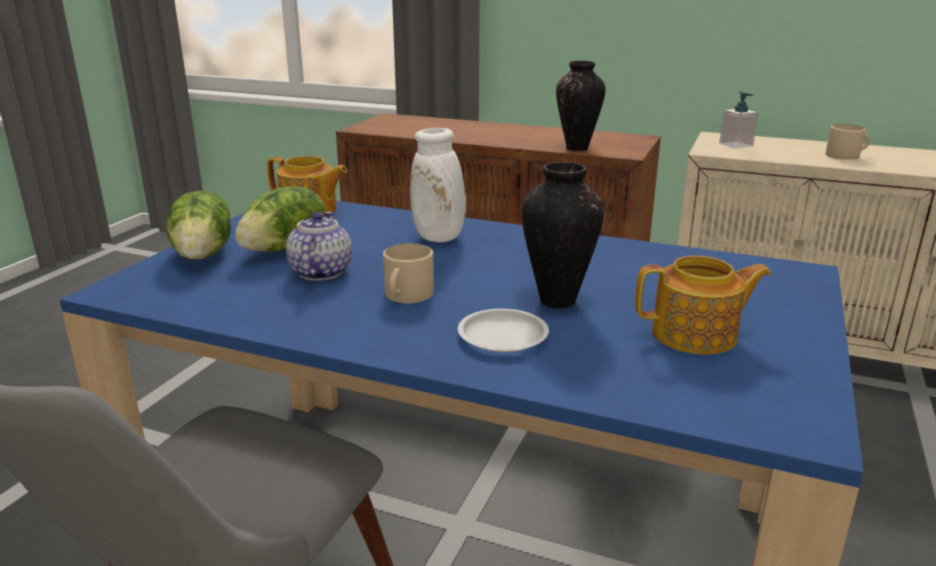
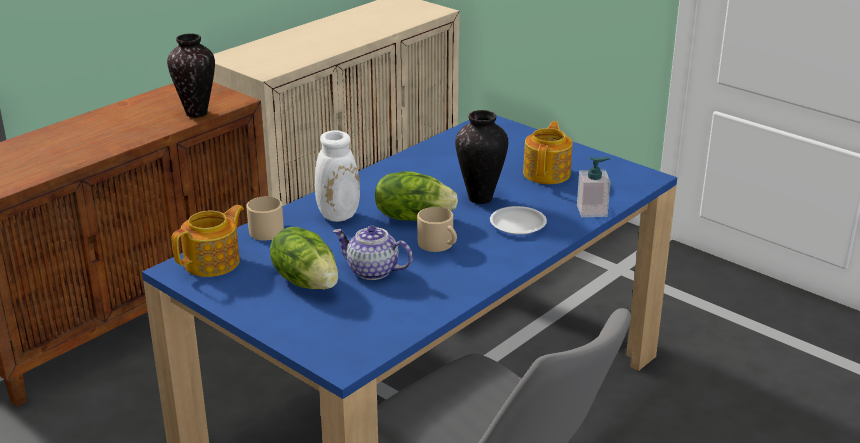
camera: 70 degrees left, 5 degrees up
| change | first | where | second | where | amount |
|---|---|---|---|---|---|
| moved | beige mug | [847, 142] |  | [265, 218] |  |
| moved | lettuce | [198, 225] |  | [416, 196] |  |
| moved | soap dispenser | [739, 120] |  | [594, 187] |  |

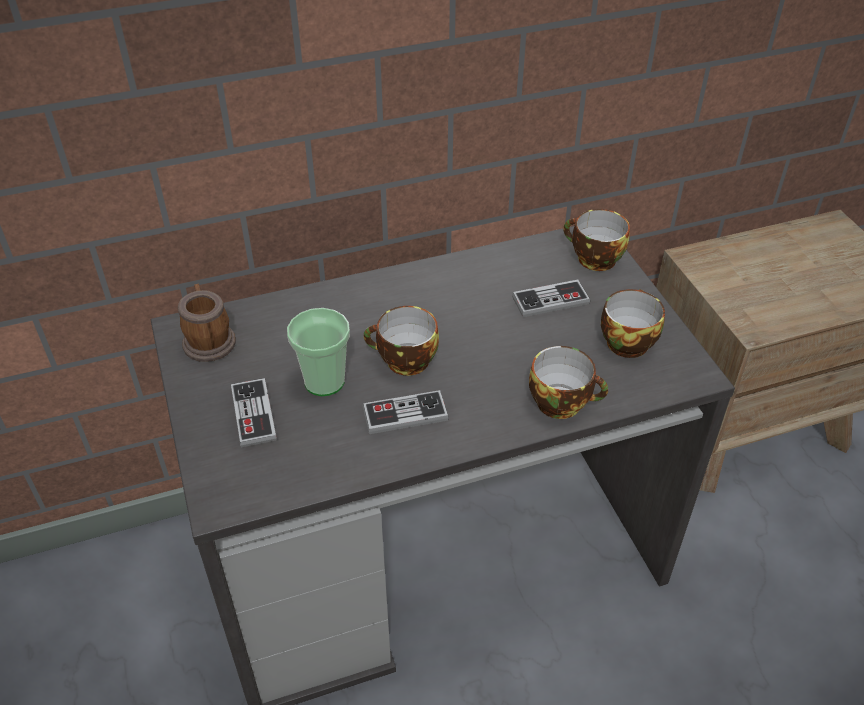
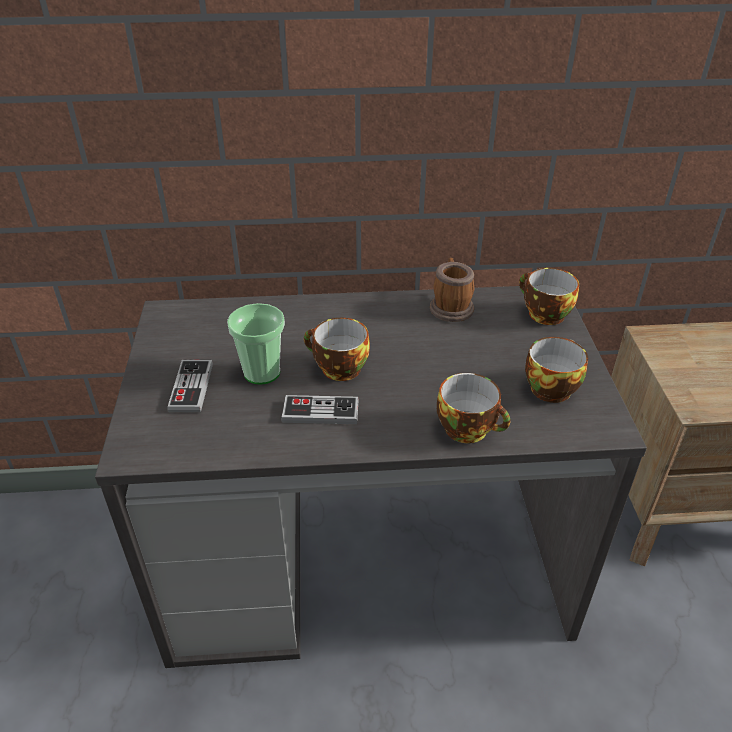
camera: 15 degrees right, 5 degrees down
| change | first | where | second | where | amount |
|---|---|---|---|---|---|
| moved | mug | [207, 323] |  | [452, 290] |  |
| removed | game controller | [551, 298] |  |  |  |

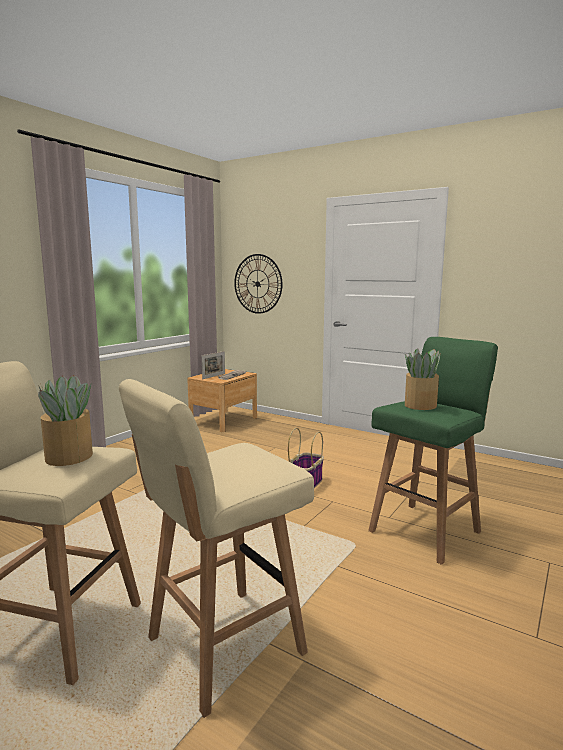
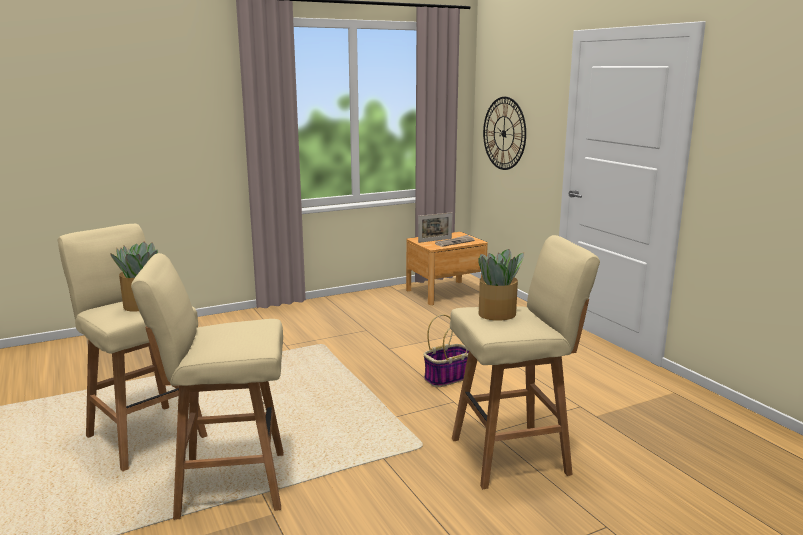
camera: 30 degrees right, 5 degrees up
| change | first | where | second | where | amount |
|---|---|---|---|---|---|
| recoloured | green stool | [433, 451] | beige stool | [525, 362] |  |

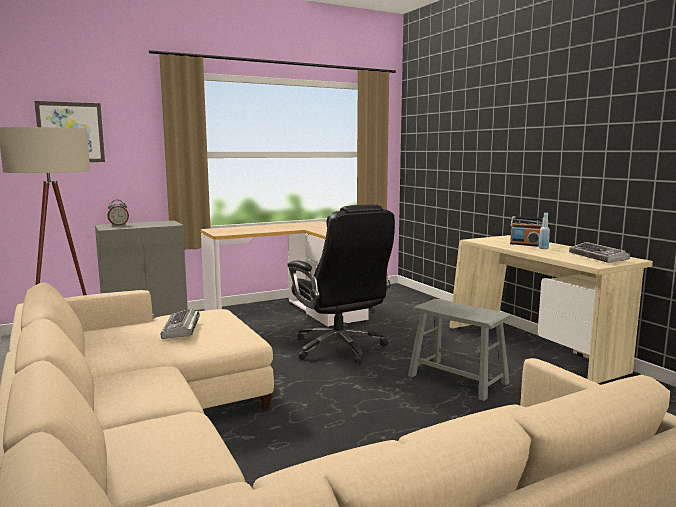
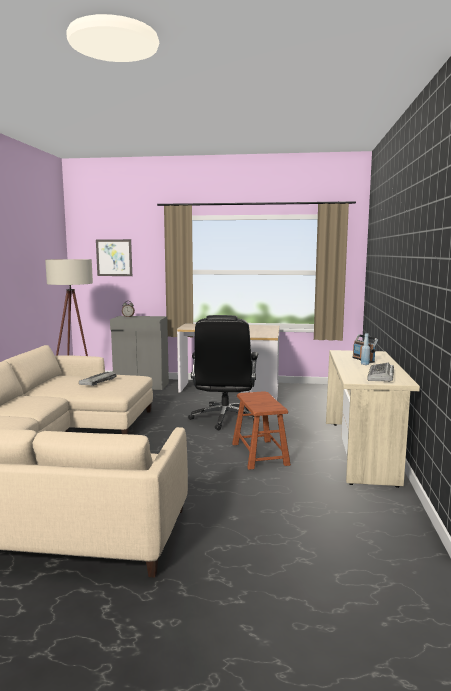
camera: 35 degrees right, 0 degrees up
| change | first | where | second | where | amount |
|---|---|---|---|---|---|
| recoloured | grey stool | [460, 350] | brown stool | [261, 430] |  |

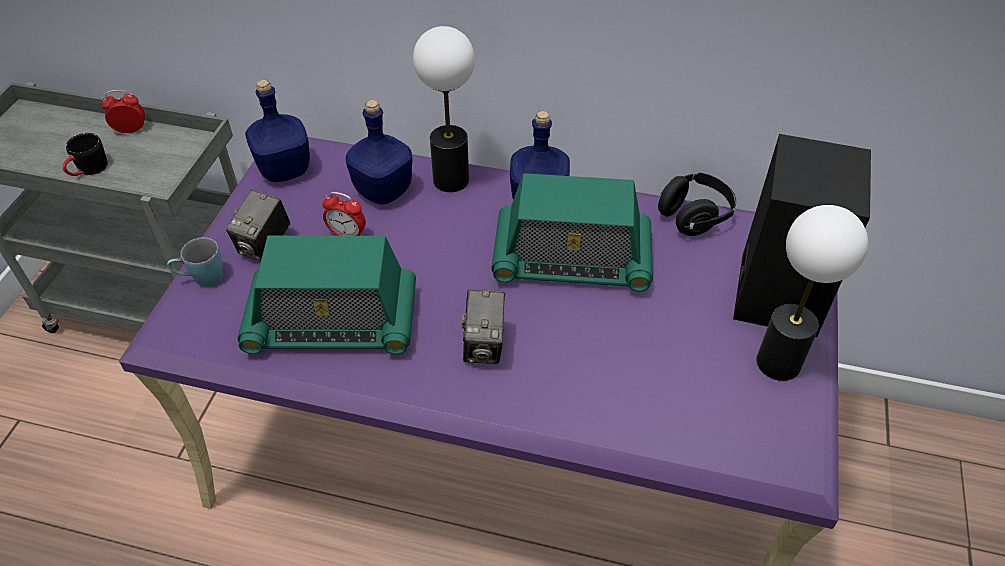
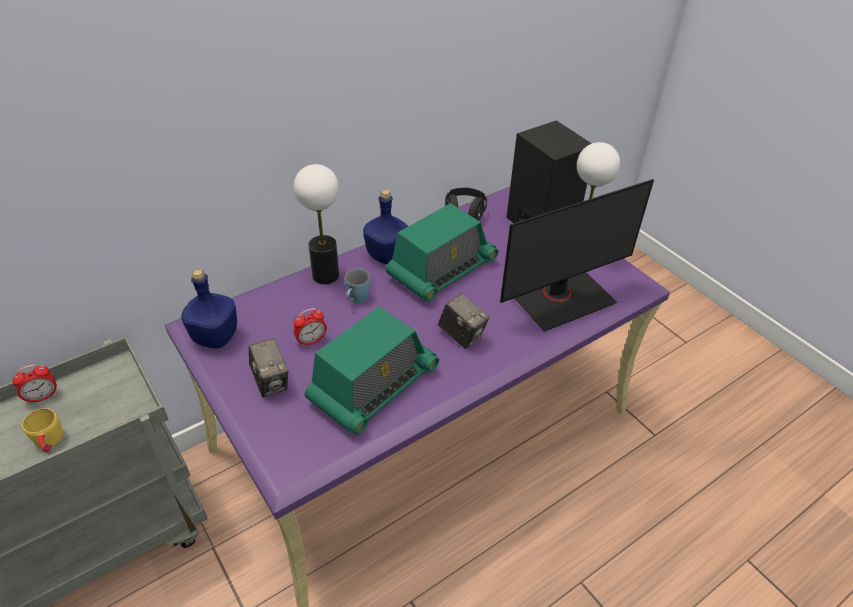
camera: 50 degrees left, 5 degrees down
| change | first | where | second | where | amount |
|---|---|---|---|---|---|
| turned | alarm clock | [123, 112] |  | [34, 384] | 150 degrees counterclockwise |
| recoloured | black mug | [85, 154] | yellow mug | [42, 430] |  |
| moved | blue mug | [195, 262] |  | [357, 286] |  |
| added |  |  | monitor | [577, 255] |  |
| removed | blue bottle | [379, 152] |  |  |  |

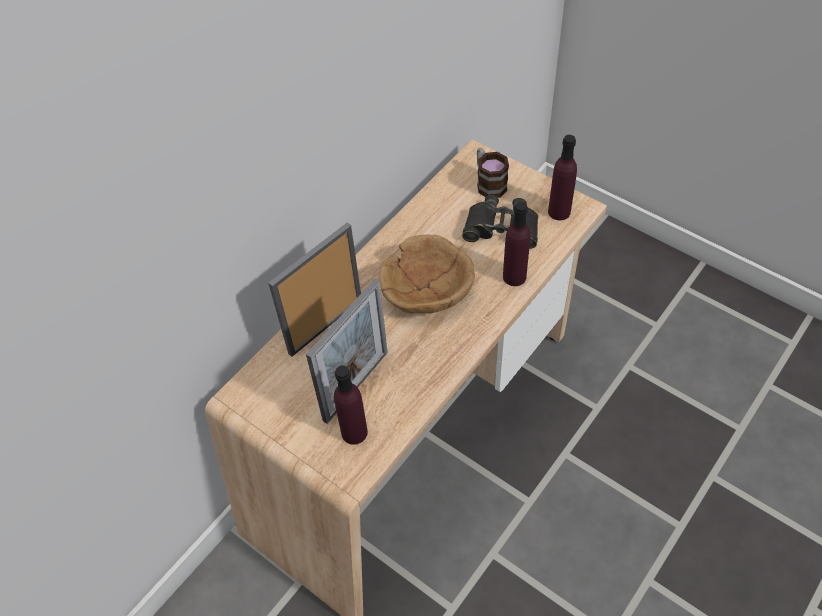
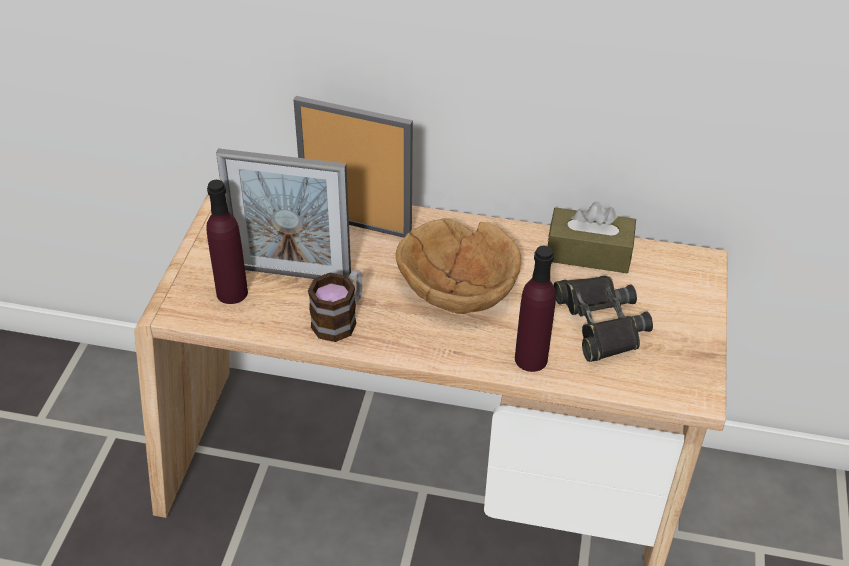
camera: 60 degrees right, 10 degrees down
| change | first | where | second | where | amount |
|---|---|---|---|---|---|
| moved | mug | [493, 173] |  | [335, 305] |  |
| added |  |  | brown tissue box | [592, 237] |  |
| removed | purple bottle | [562, 178] |  |  |  |

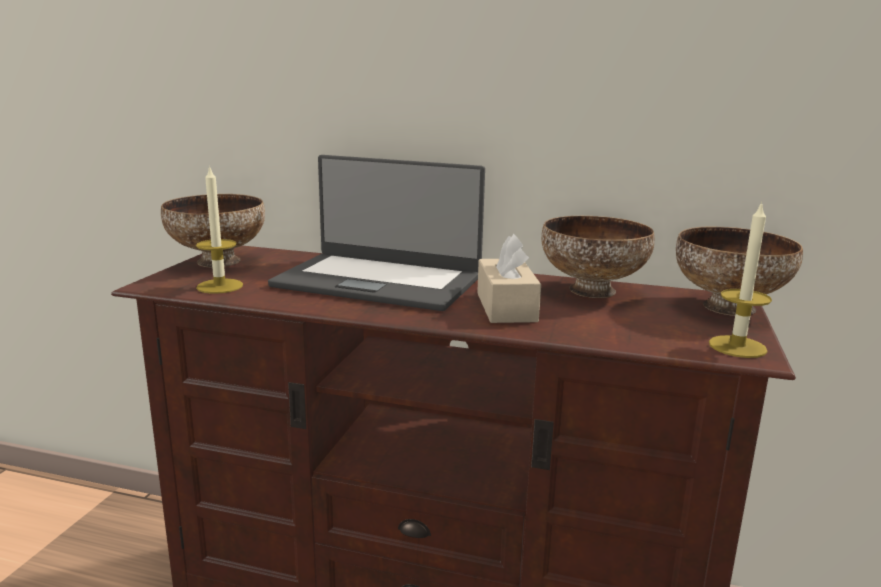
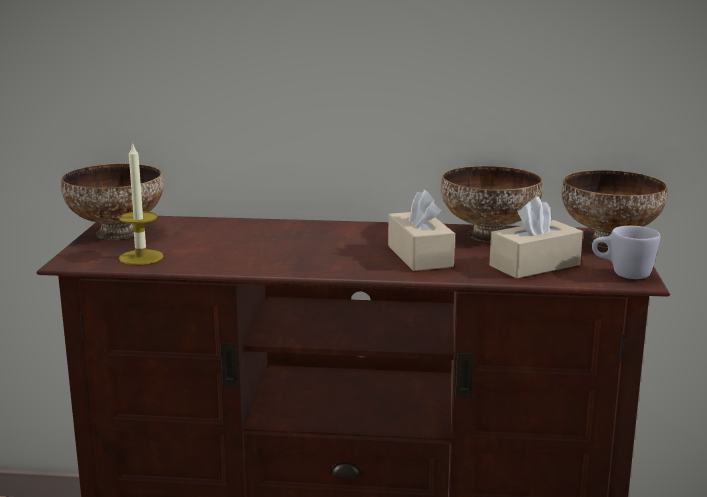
camera: 10 degrees left, 0 degrees up
| change | first | where | second | where | amount |
|---|---|---|---|---|---|
| added |  |  | beige tissue box | [536, 238] |  |
| replaced | candle | [740, 279] | white mug | [626, 252] |  |
| removed | laptop | [376, 233] |  |  |  |

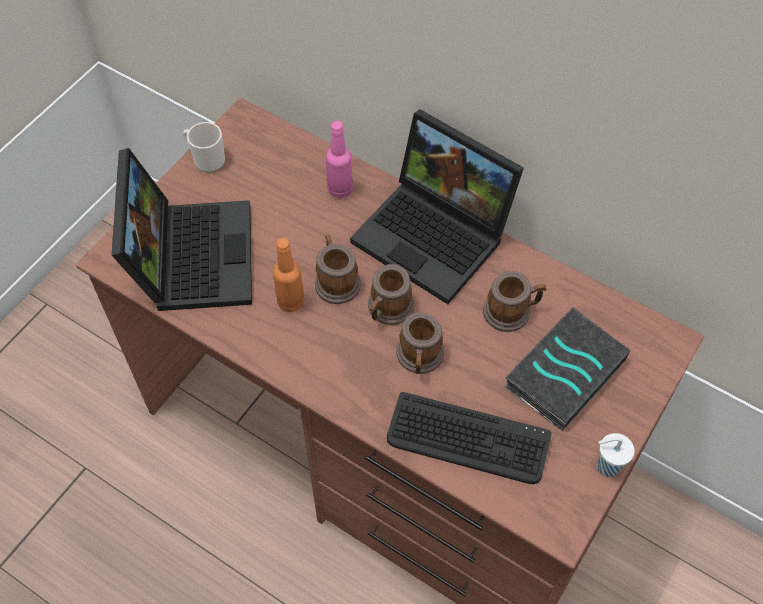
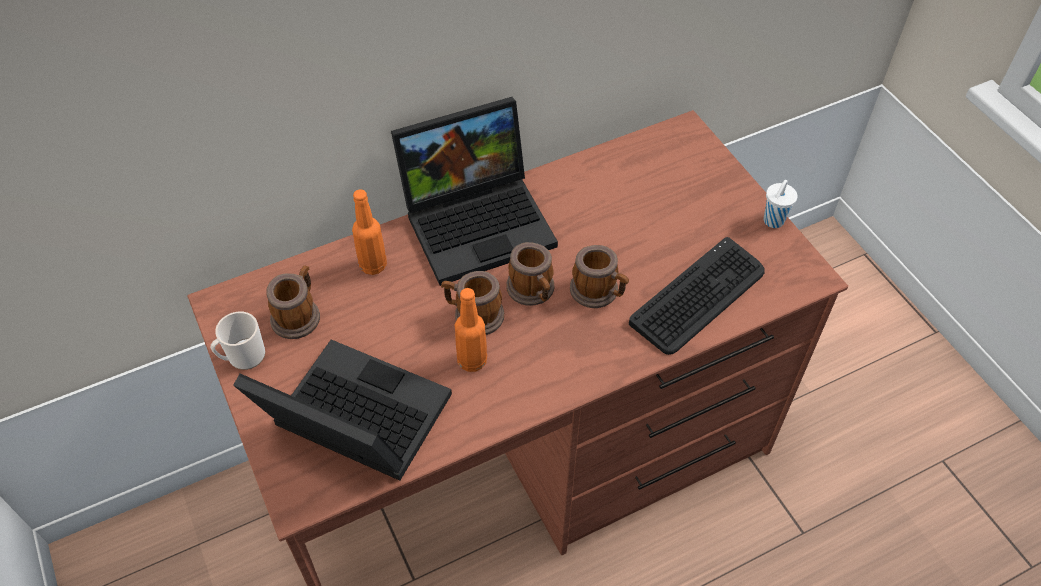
camera: 60 degrees left, 5 degrees down
| change | first | where | second | where | amount |
|---|---|---|---|---|---|
| moved | mug | [515, 301] |  | [293, 302] |  |
| recoloured | pink bottle | [339, 159] | orange bottle | [369, 232] |  |
| removed | book | [567, 369] |  |  |  |

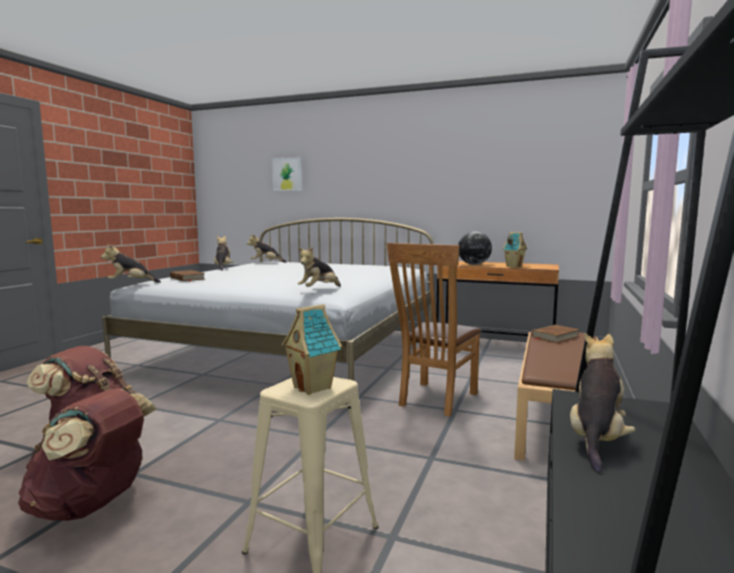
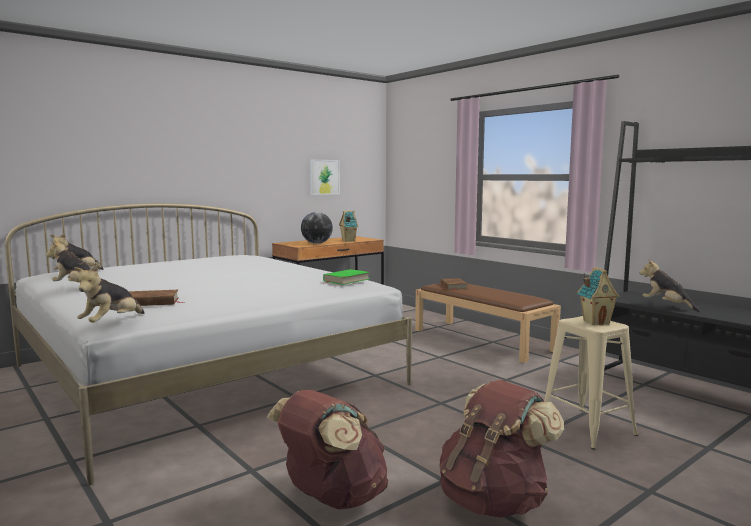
camera: 60 degrees left, 0 degrees up
| change | first | where | second | where | amount |
|---|---|---|---|---|---|
| moved | picture | [287, 174] |  | [325, 177] |  |
| replaced | plush toy | [319, 266] | green book | [346, 277] |  |
| removed | brown chair | [434, 330] |  |  |  |

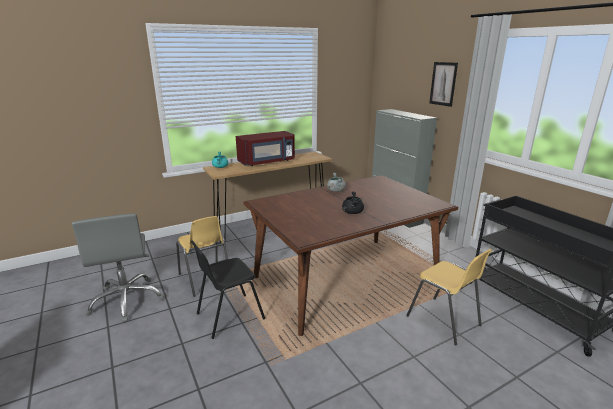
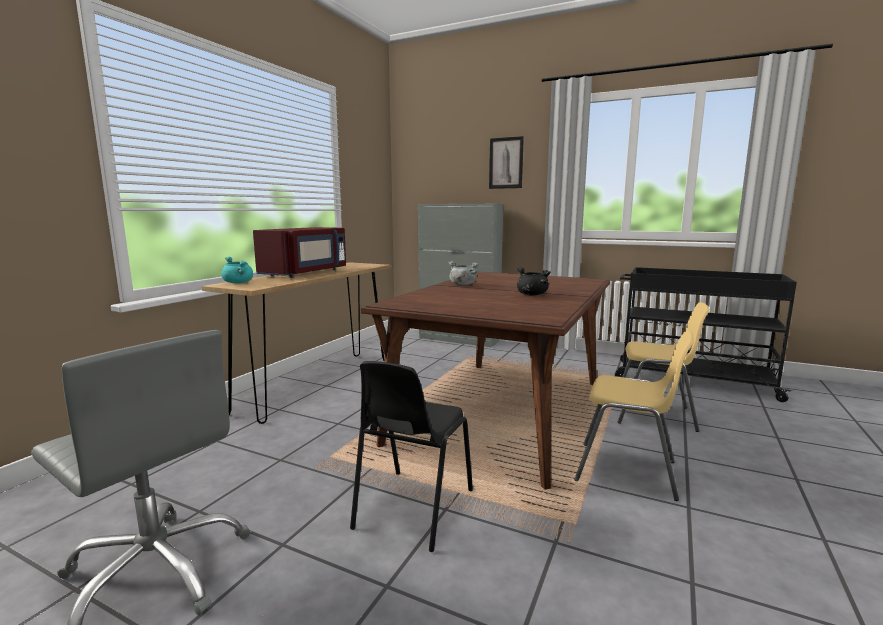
camera: 35 degrees left, 10 degrees down
| change | first | where | second | where | amount |
|---|---|---|---|---|---|
| moved | yellow chair | [202, 256] |  | [634, 415] |  |

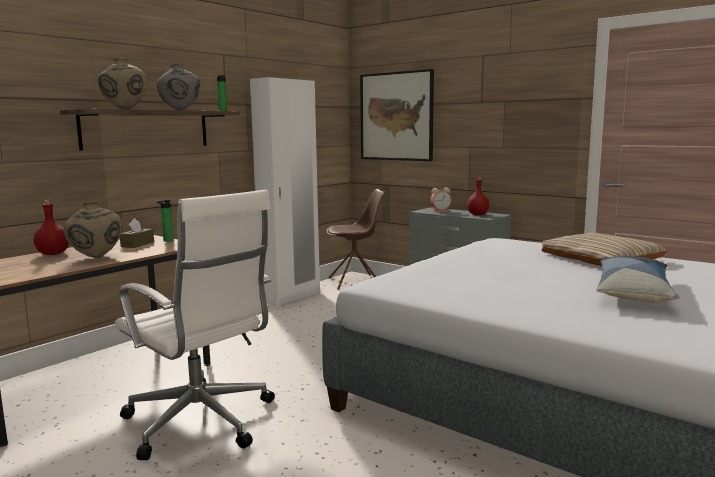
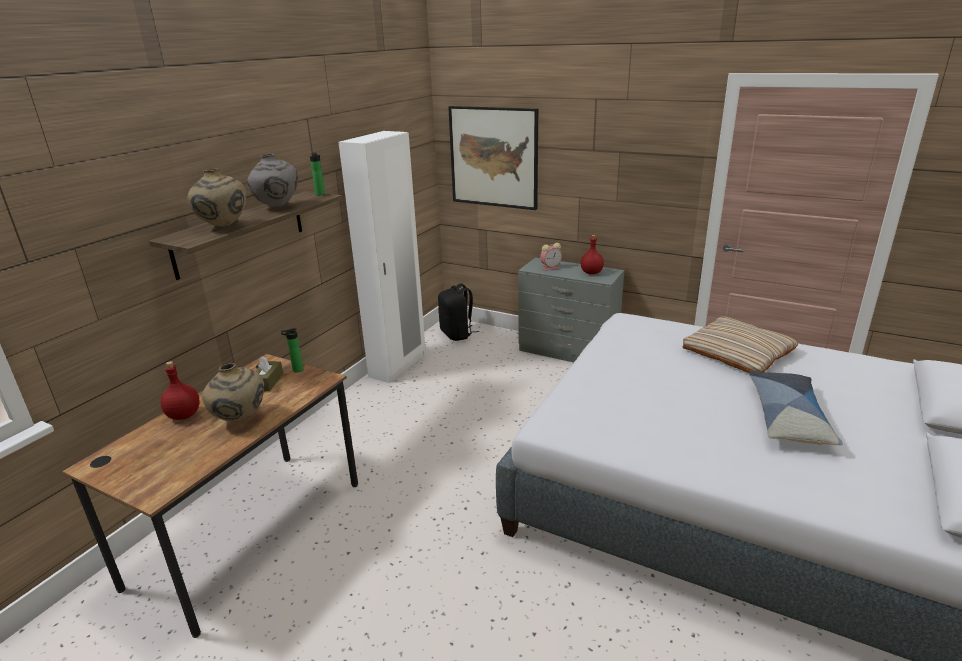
camera: 10 degrees left, 15 degrees up
| change | first | where | second | where | amount |
|---|---|---|---|---|---|
| replaced | brown chair | [355, 239] | black backpack | [458, 312] |  |
| removed | white office chair | [195, 325] |  |  |  |

